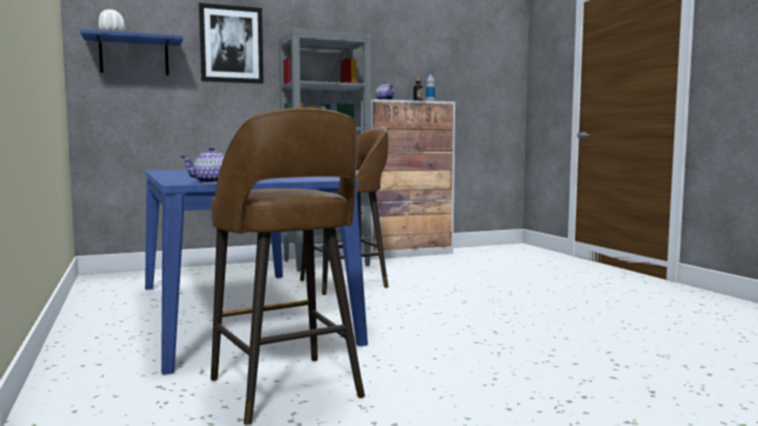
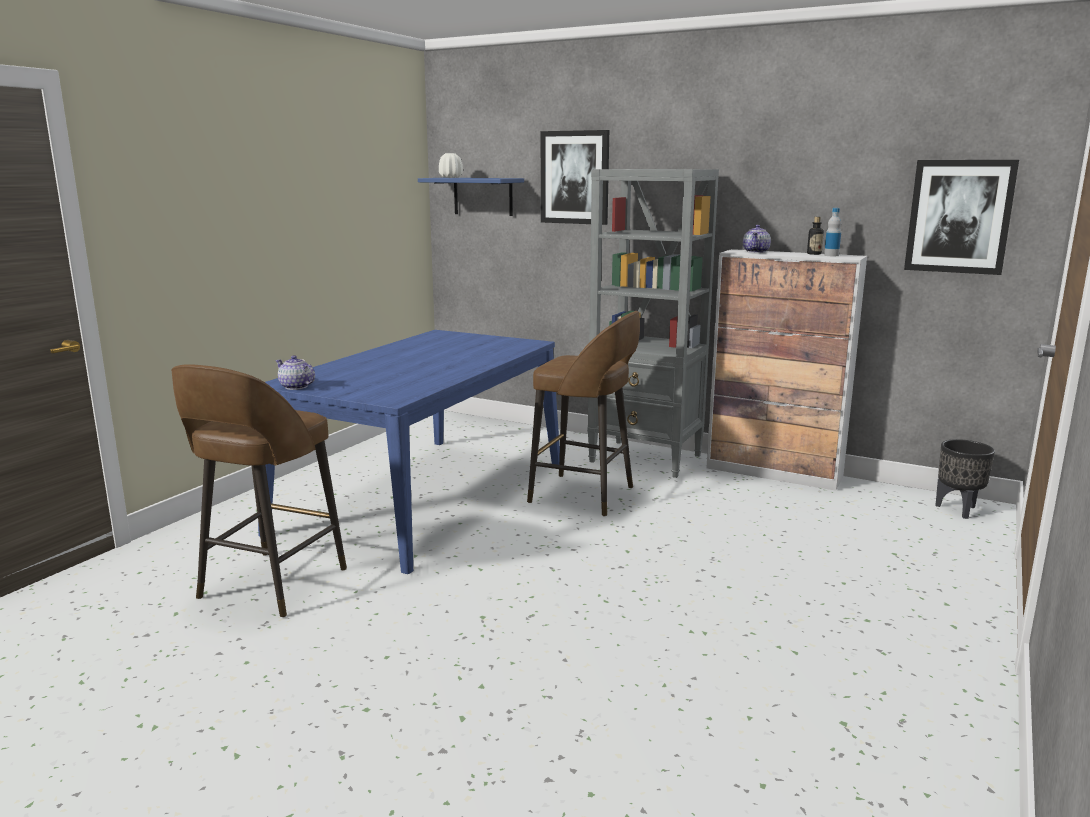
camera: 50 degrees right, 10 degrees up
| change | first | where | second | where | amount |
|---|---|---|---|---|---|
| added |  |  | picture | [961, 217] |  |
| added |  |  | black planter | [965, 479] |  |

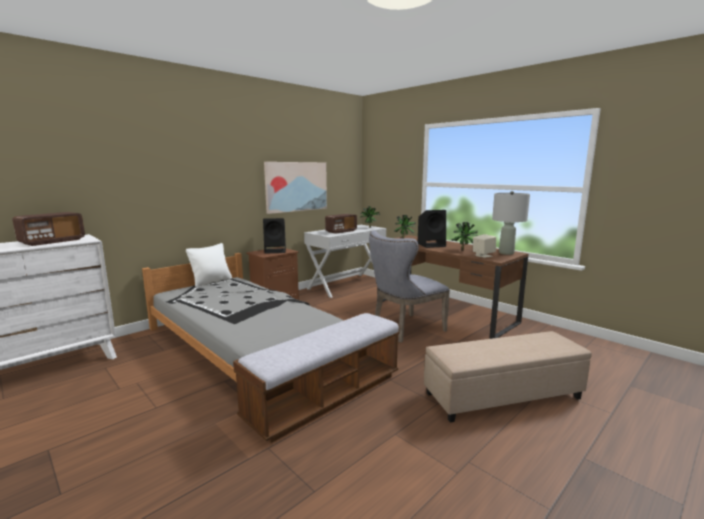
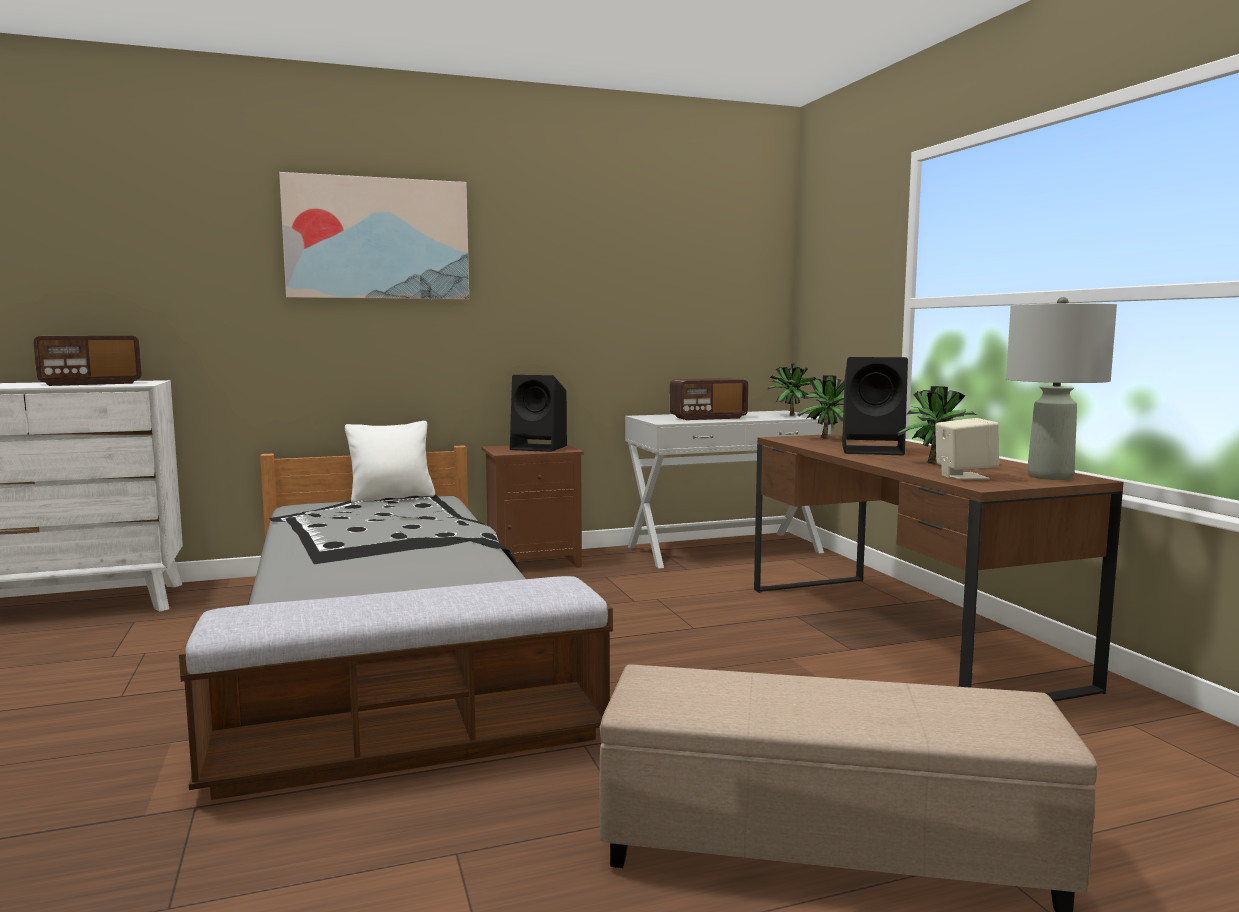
camera: 25 degrees right, 5 degrees down
| change | first | where | second | where | amount |
|---|---|---|---|---|---|
| moved | picture | [295, 188] |  | [374, 236] |  |
| removed | grey chair | [409, 286] |  |  |  |

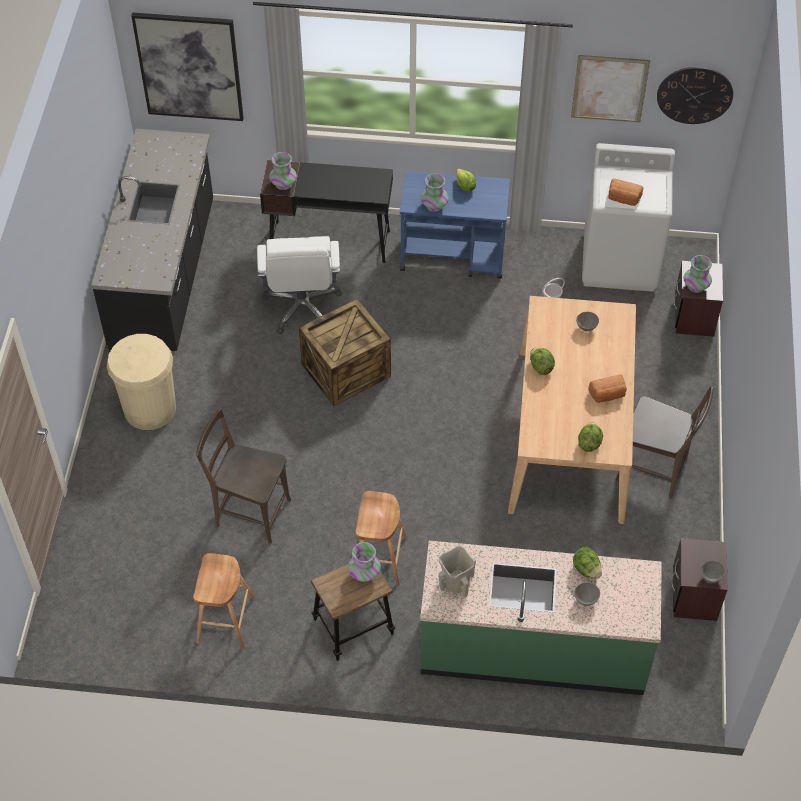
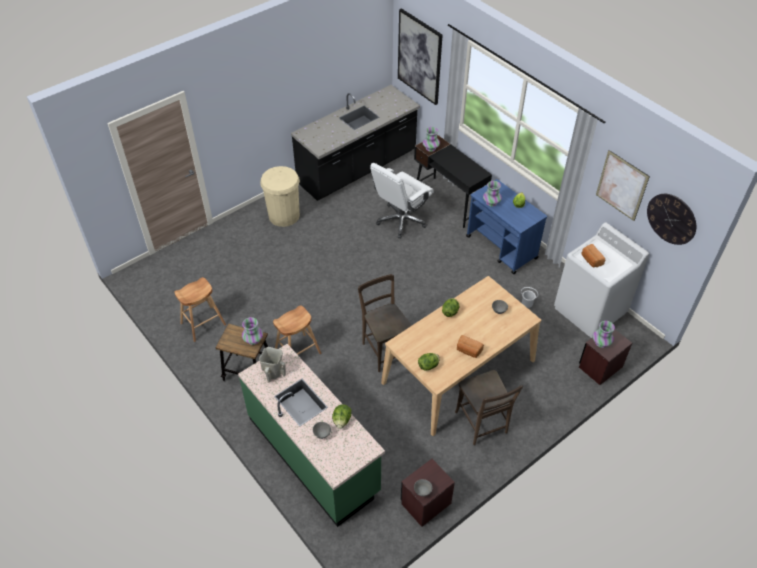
camera: 45 degrees right, 5 degrees down
| change | first | where | second | where | amount |
|---|---|---|---|---|---|
| moved | brown chair | [243, 476] |  | [385, 323] |  |
| removed | crate | [345, 352] |  |  |  |

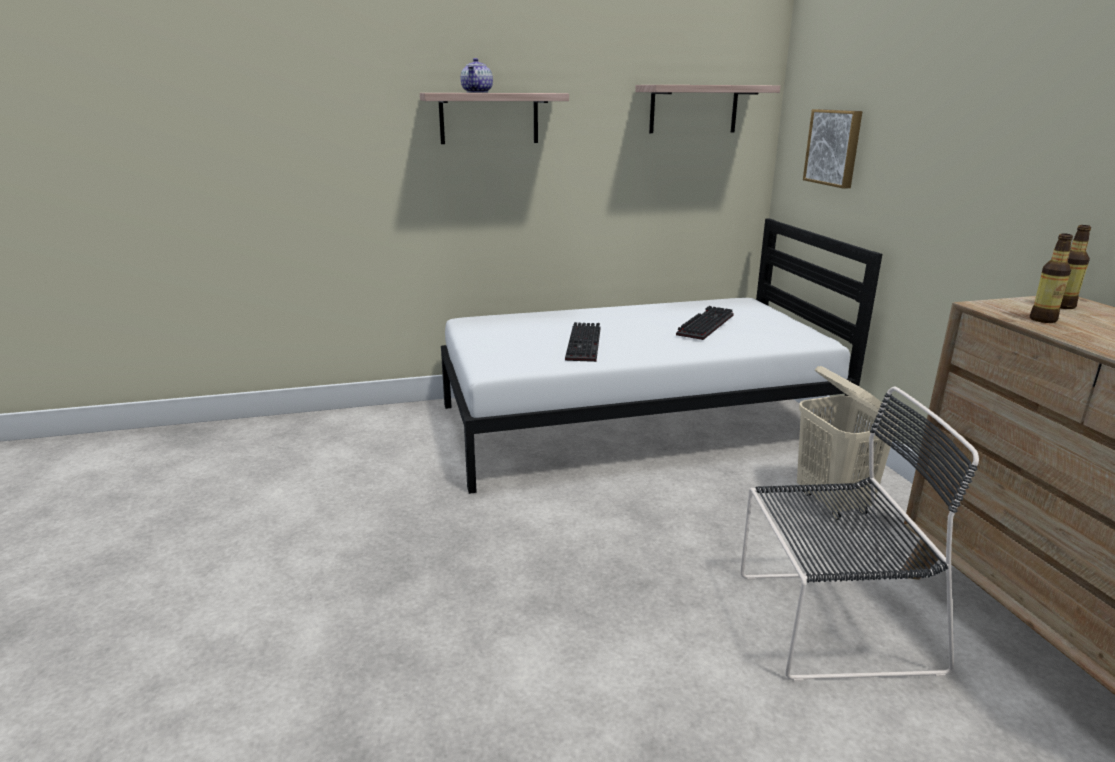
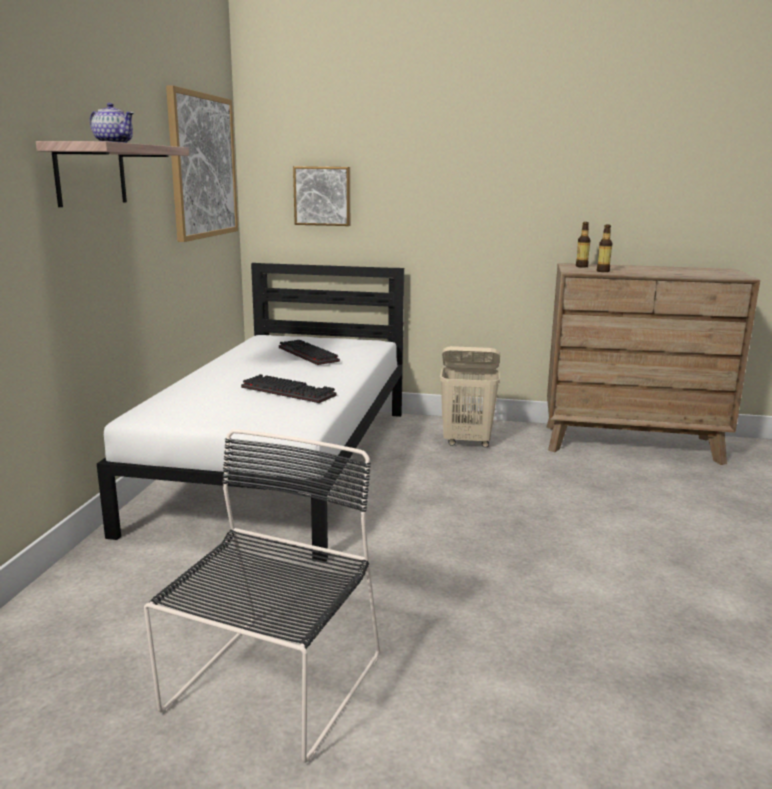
camera: 65 degrees left, 5 degrees down
| change | first | where | second | where | amount |
|---|---|---|---|---|---|
| moved | black chair | [859, 534] |  | [262, 596] |  |
| replaced | shelf | [707, 109] | picture | [202, 163] |  |

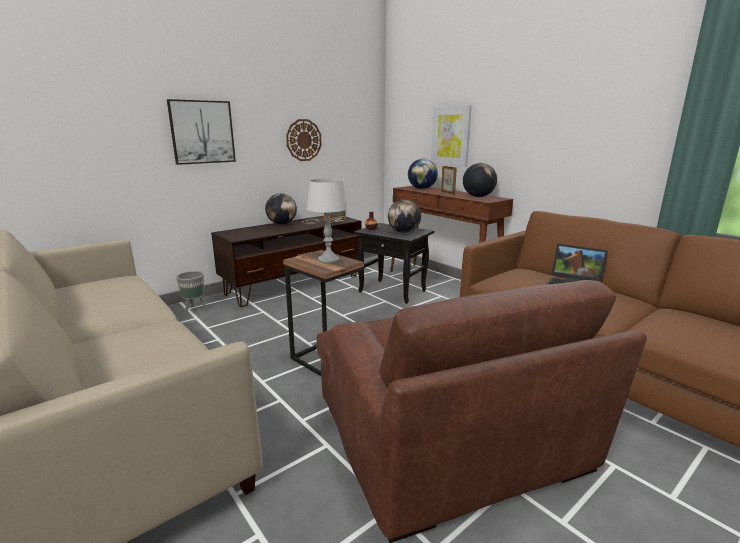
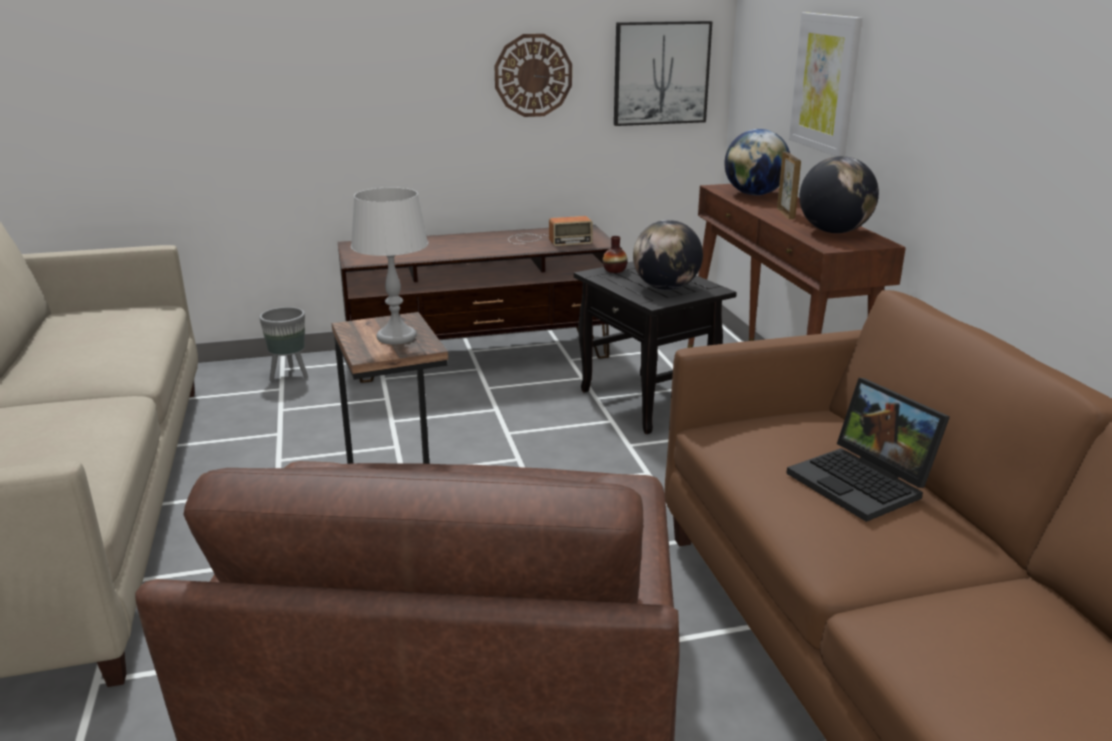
camera: 25 degrees right, 5 degrees up
| change | first | where | second | where | amount |
|---|---|---|---|---|---|
| moved | picture | [201, 132] |  | [663, 73] |  |
| removed | globe | [281, 208] |  |  |  |

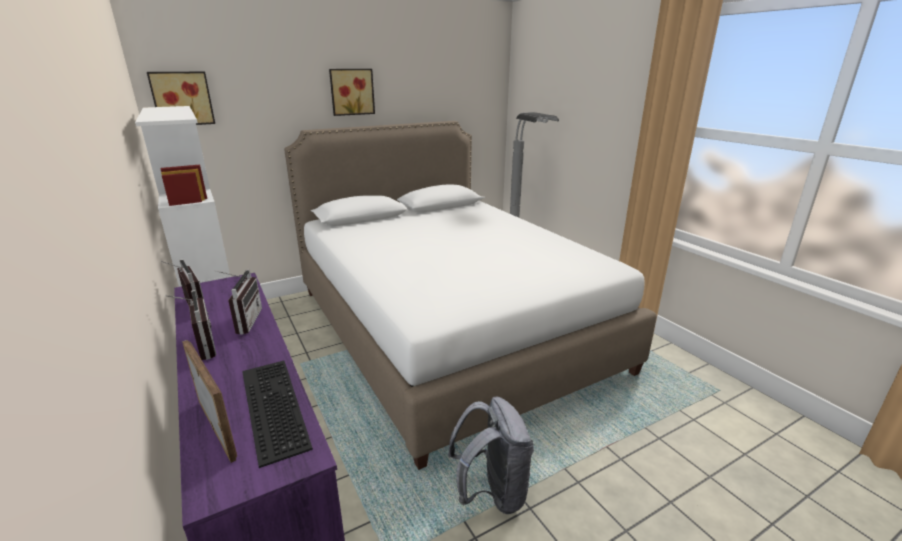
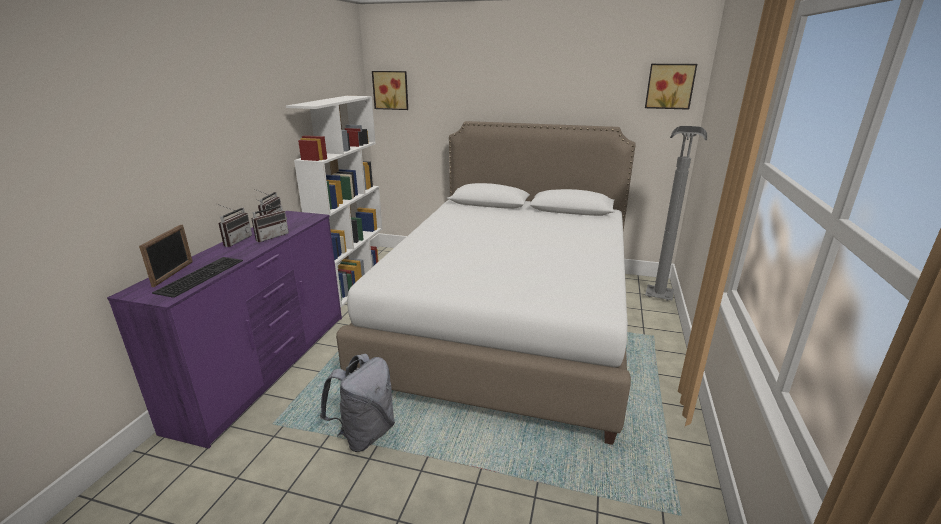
camera: 45 degrees right, 0 degrees up
| change | first | where | second | where | amount |
|---|---|---|---|---|---|
| moved | picture | [352, 92] |  | [671, 87] |  |

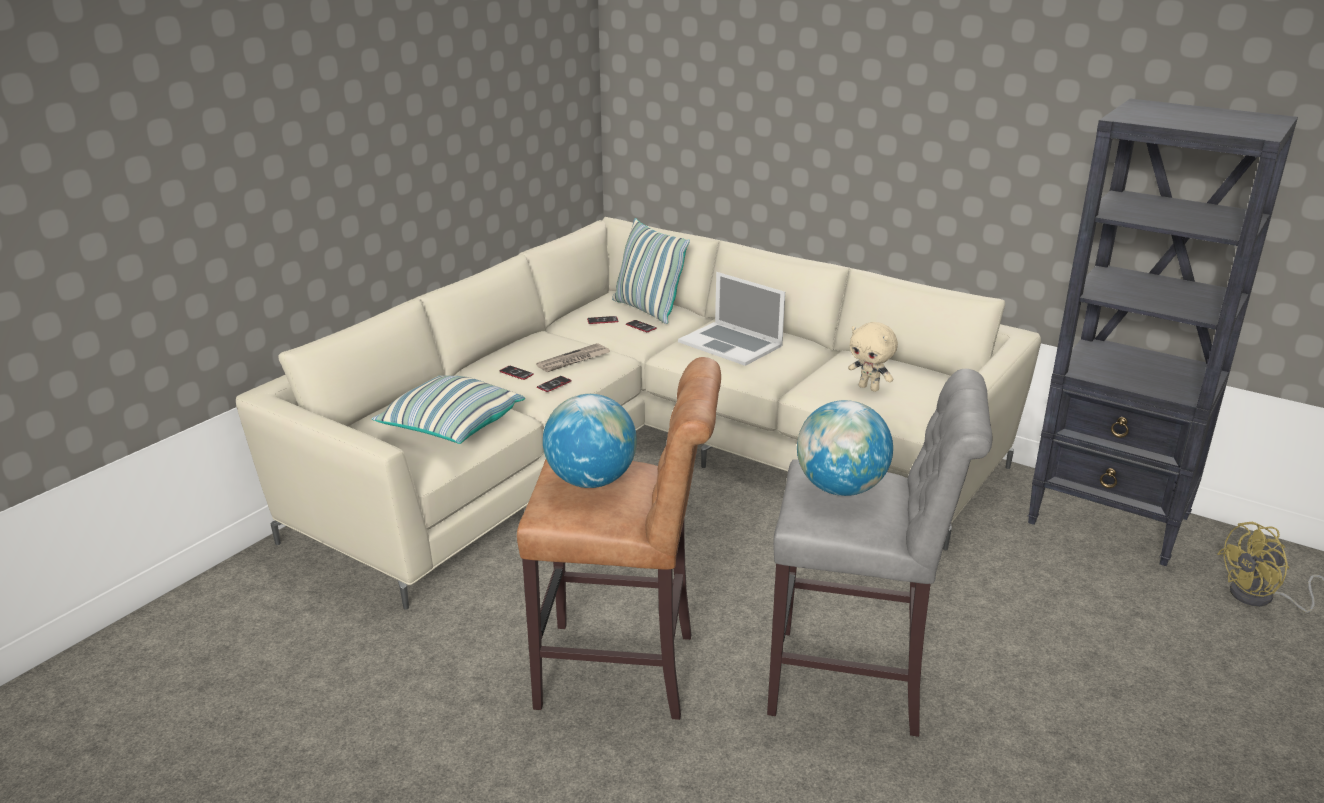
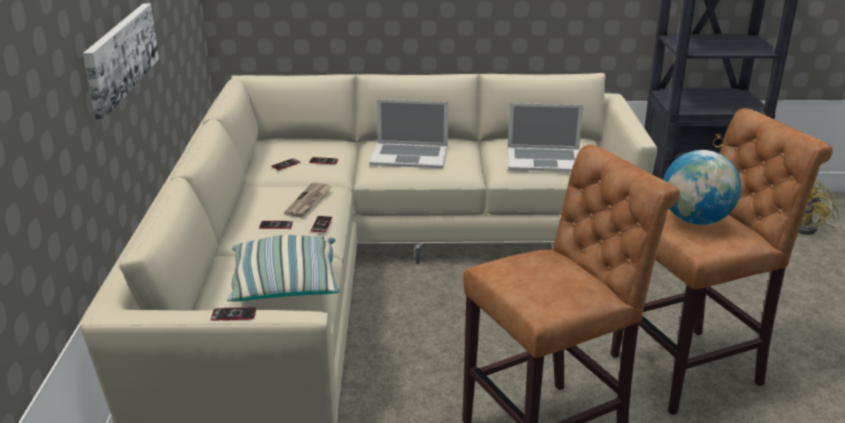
camera: 35 degrees left, 0 degrees up
| change | first | where | second | where | amount |
|---|---|---|---|---|---|
| added |  |  | picture | [121, 61] |  |
| added |  |  | phone | [233, 314] |  |
| replaced | beige plush toy | [873, 357] | laptop | [545, 137] |  |
| recoloured | grey stool | [879, 553] | brown stool | [721, 261] |  |
| removed | globe | [590, 441] |  |  |  |
| removed | pillow | [651, 271] |  |  |  |

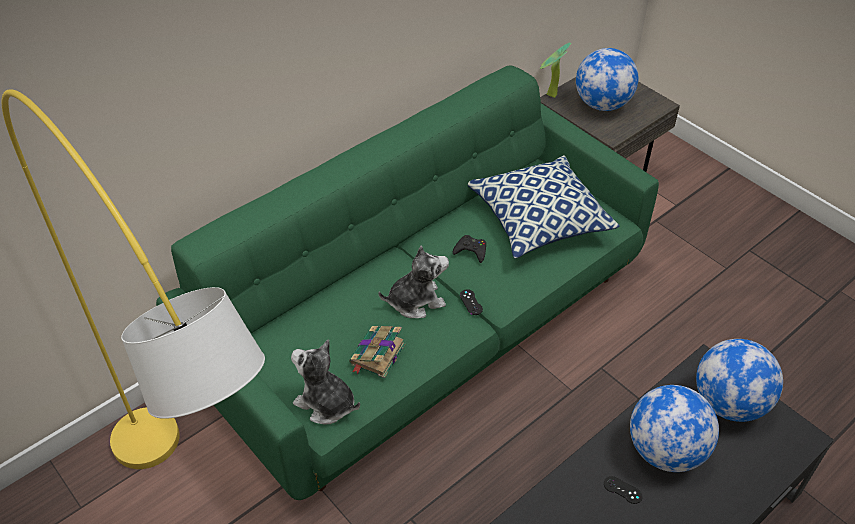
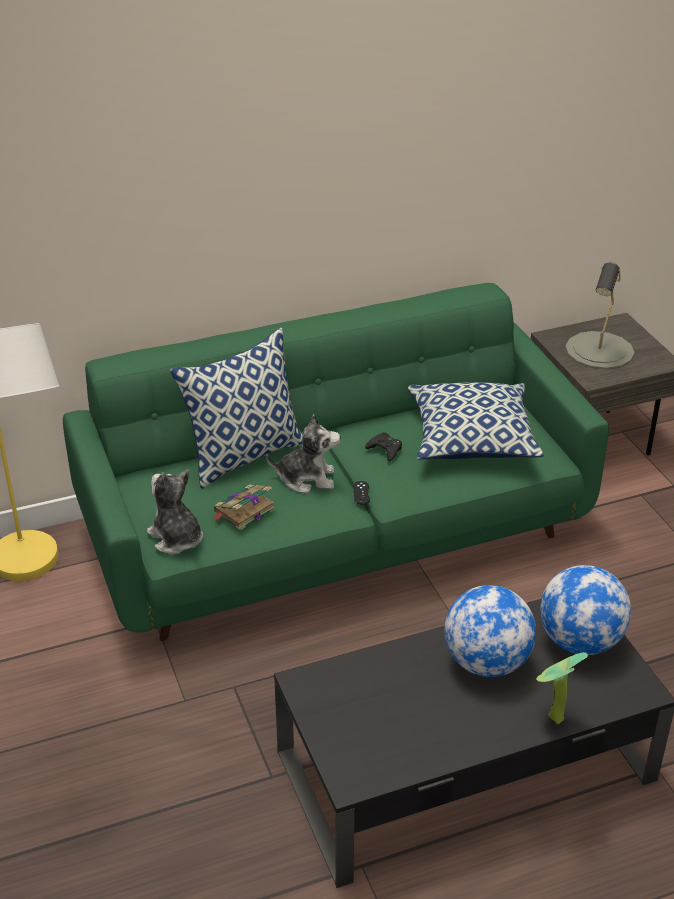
camera: 20 degrees right, 10 degrees down
| change | first | where | second | where | amount |
|---|---|---|---|---|---|
| added |  |  | pillow | [236, 408] |  |
| moved | potted plant | [555, 70] |  | [562, 688] |  |
| replaced | globe | [607, 79] | grey table lamp | [599, 316] |  |
| removed | black game controller | [623, 490] |  |  |  |

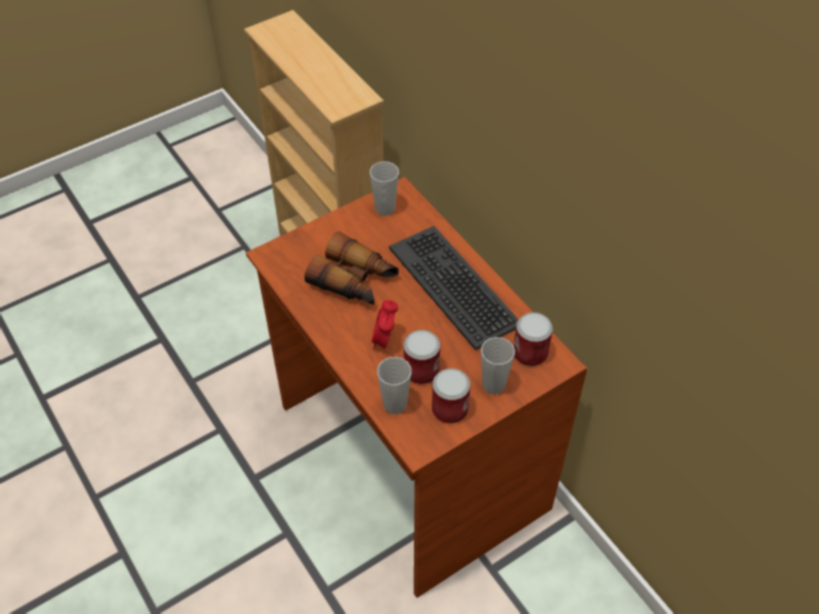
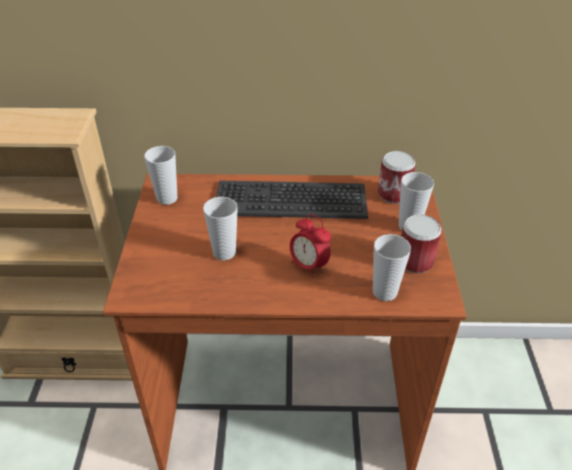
camera: 55 degrees left, 10 degrees down
| change | first | where | second | where | amount |
|---|---|---|---|---|---|
| replaced | binoculars | [351, 268] | cup | [220, 228] |  |
| removed | can | [422, 357] |  |  |  |

